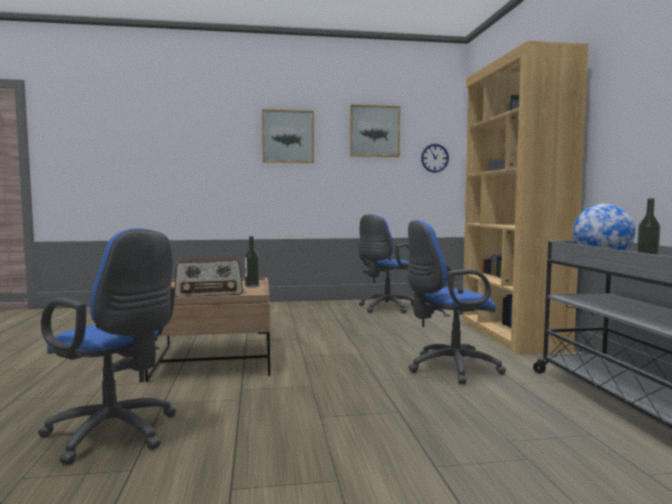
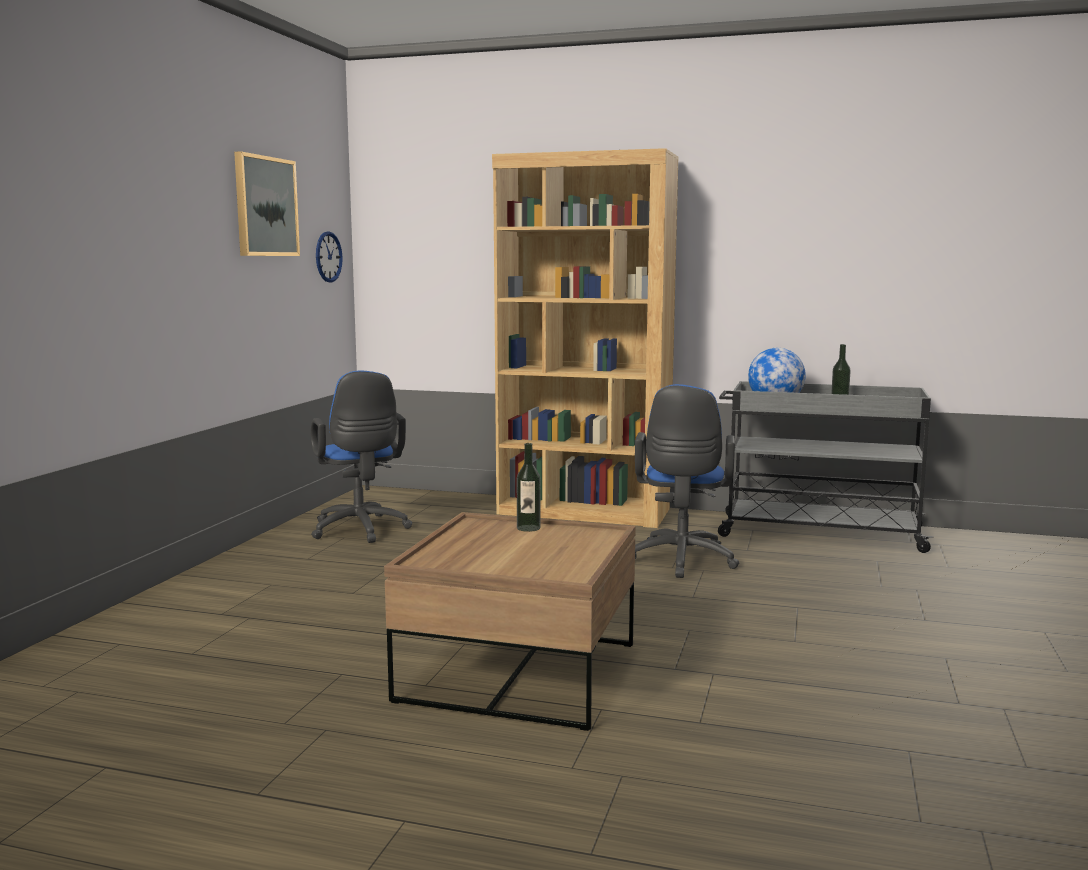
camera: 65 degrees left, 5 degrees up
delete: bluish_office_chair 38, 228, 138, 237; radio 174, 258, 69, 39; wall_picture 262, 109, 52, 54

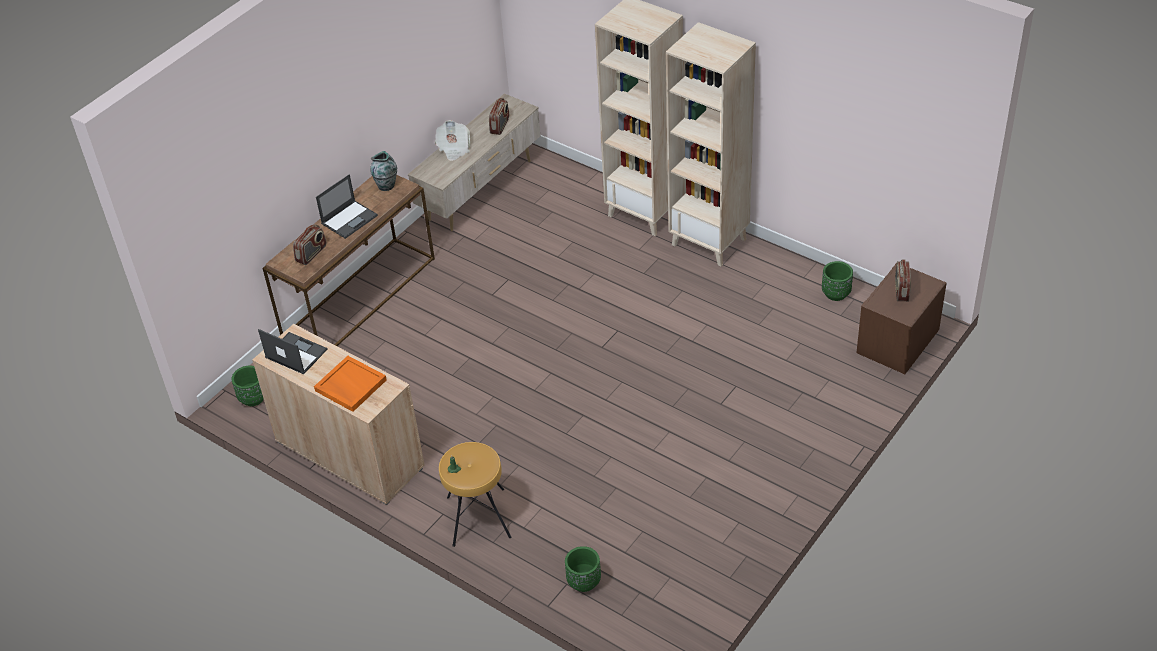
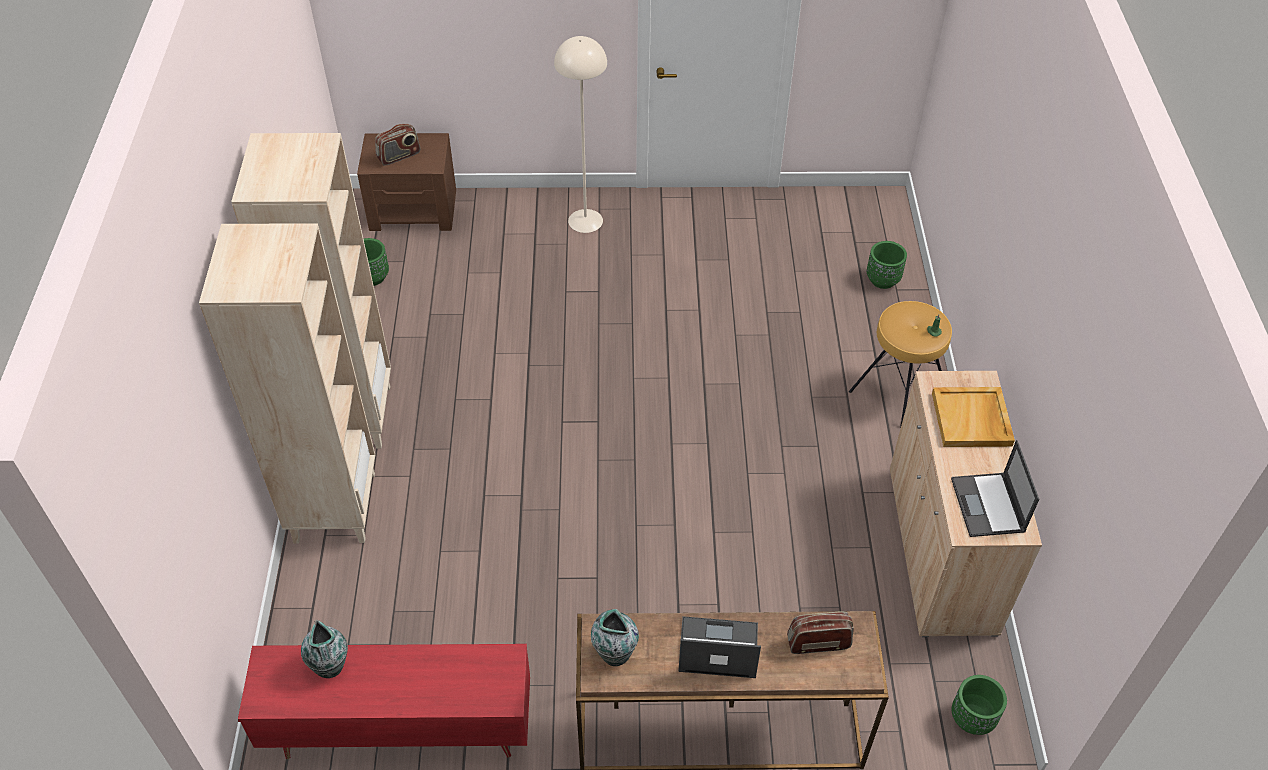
camera: 130 degrees left, 5 degrees up
delete: printed_paper 435, 120, 35, 41
insert: beige_standard_lamp 554, 36, 53, 197
replace: radio 489, 98, 20, 37 to flower_vase 301, 620, 47, 58
recolor: beige_media_console 407, 93, 133, 138 to red-coloured_media_console 238, 644, 292, 115; orange_tray 314, 356, 73, 56 to beige_tray 932, 387, 83, 60

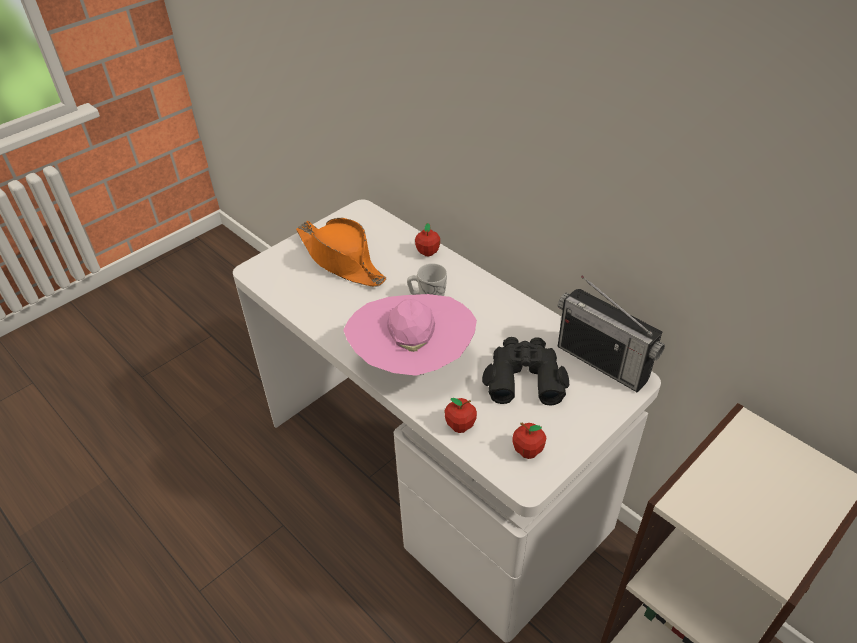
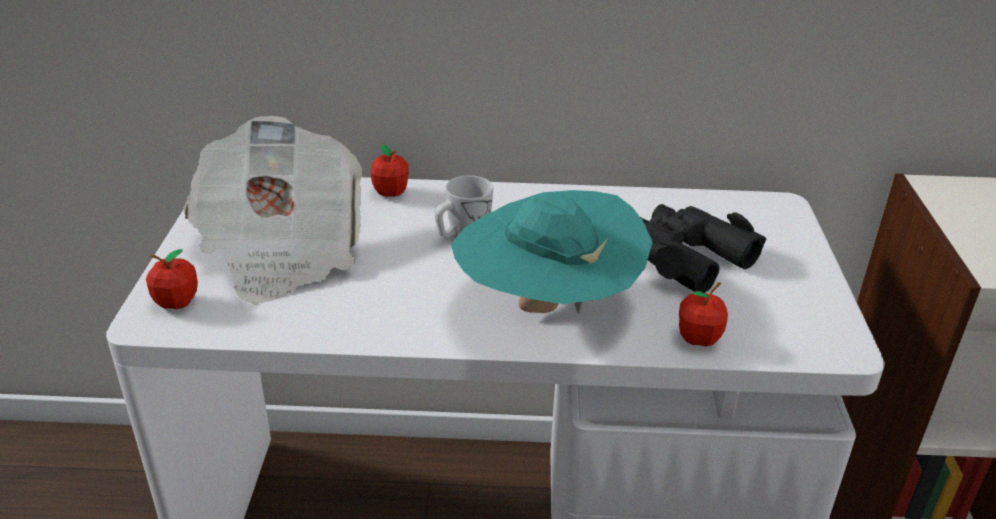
camera: 45 degrees left, 10 degrees down
delete: radio 557, 276, 108, 117
move: whole_apple 512, 423, 34, 36 to 146, 249, 52, 60
replace: orange_wearable_hat 296, 218, 90, 69 to printed_paper 183, 116, 179, 188
recolor: pink_wearable_hat 344, 294, 133, 82 to turquoise_wearable_hat 451, 190, 202, 124

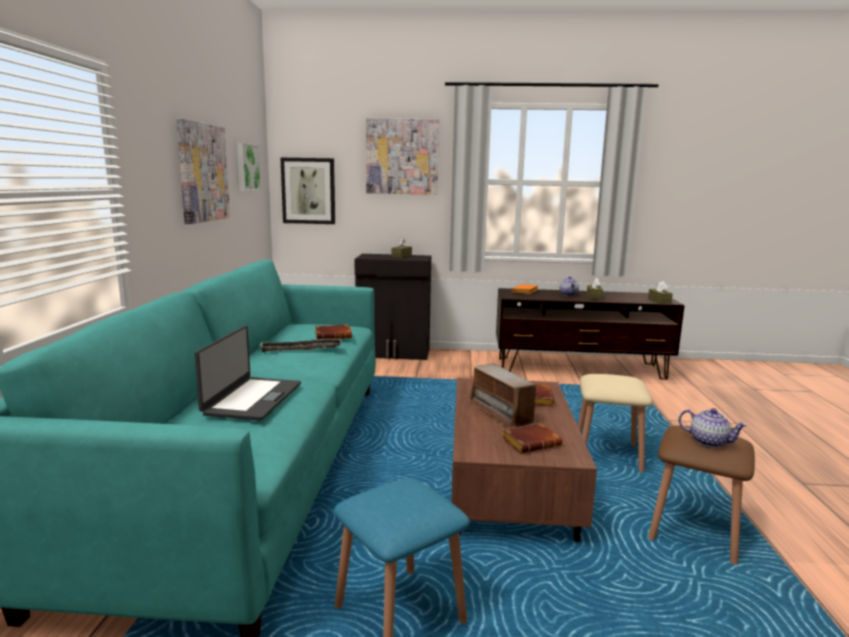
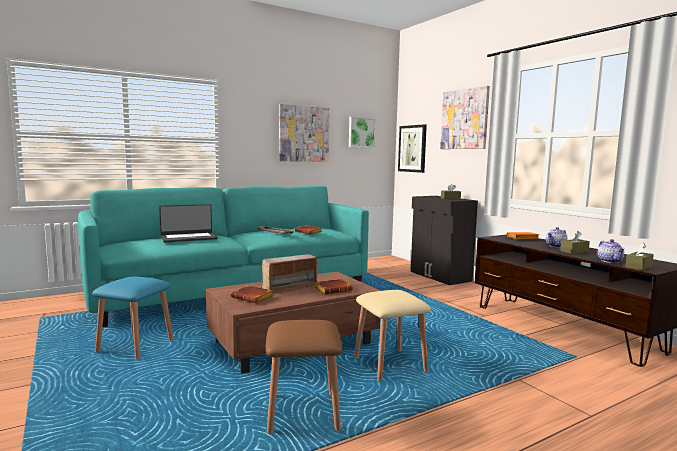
camera: 55 degrees right, 5 degrees down
move: pot_for_tea 679, 408, 68, 39 to 598, 239, 27, 24
rotate: radio 469, 363, 70, 65 = 261, 254, 58, 38 150 degrees counterclockwise

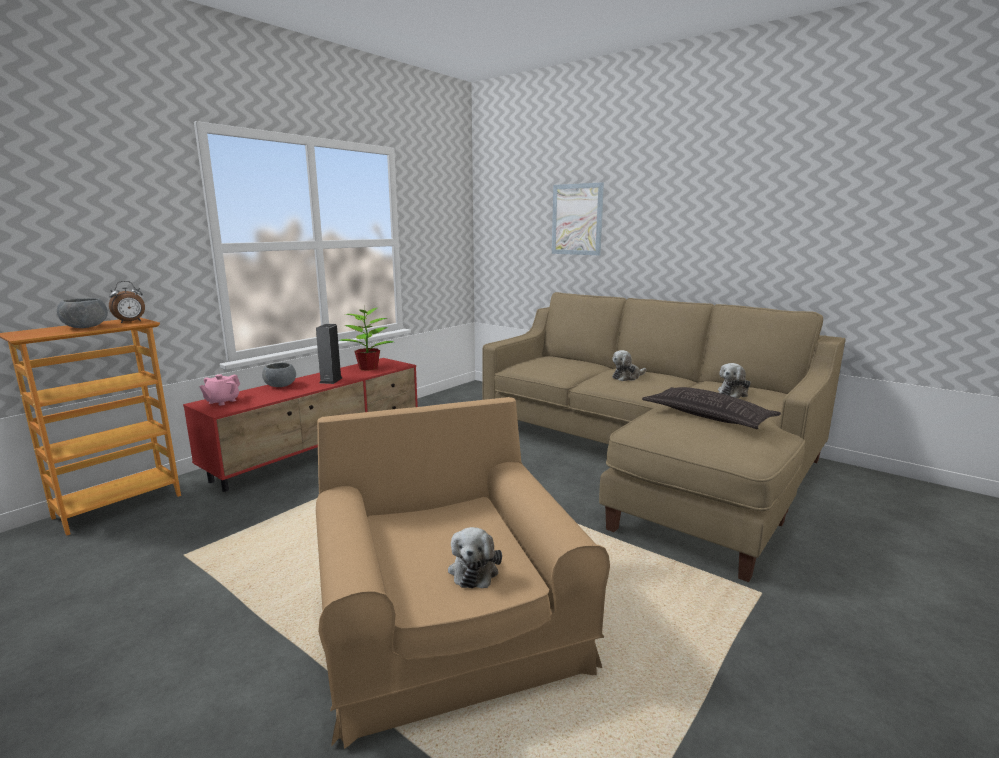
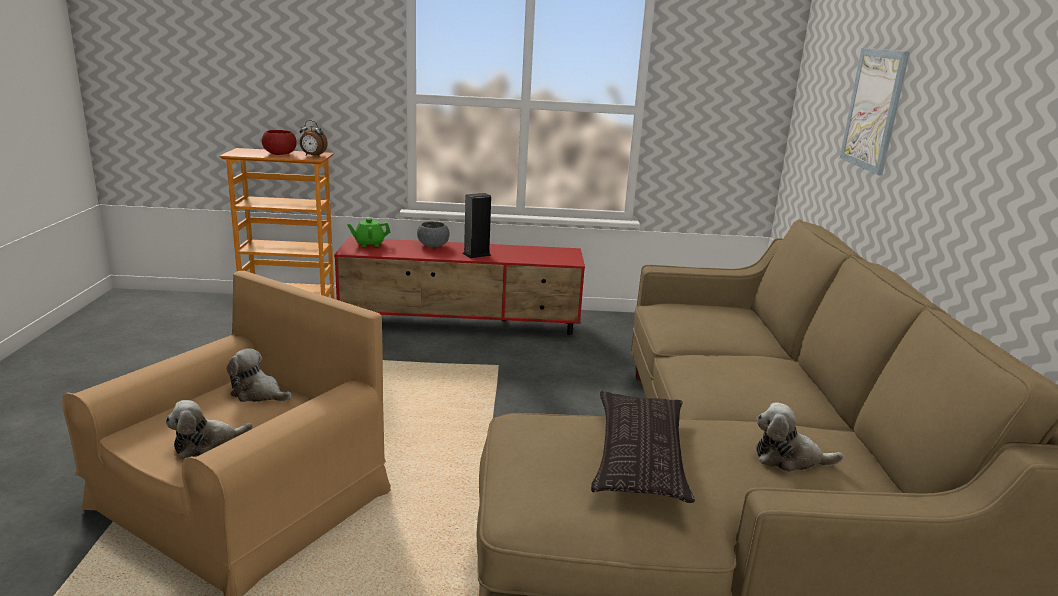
camera: 50 degrees right, 5 degrees up
delete: houseplant 339, 304, 55, 67
move: cuddly_toy 612, 350, 34, 31 to 227, 348, 65, 54
recolor: greyish_deep_dish 57, 298, 51, 30 to red-coloured_deep_dish 262, 130, 35, 25; pink_pot_for_tea 199, 374, 41, 32 to greenish_pot_for_tea 347, 218, 43, 29

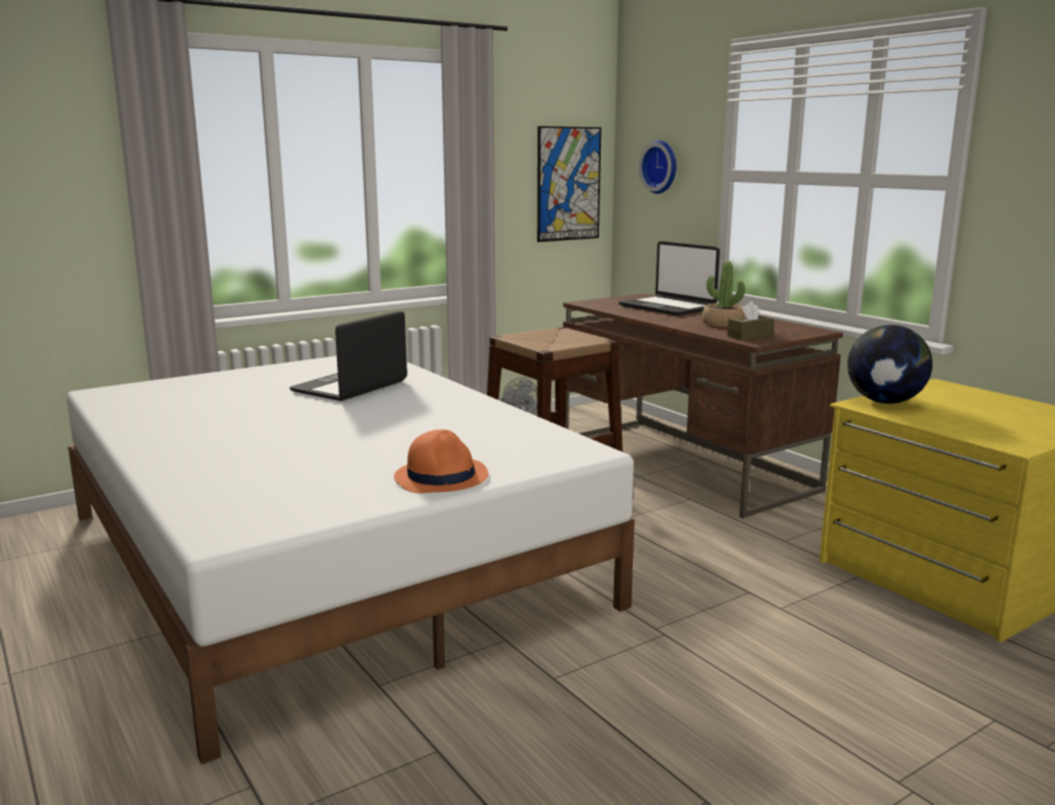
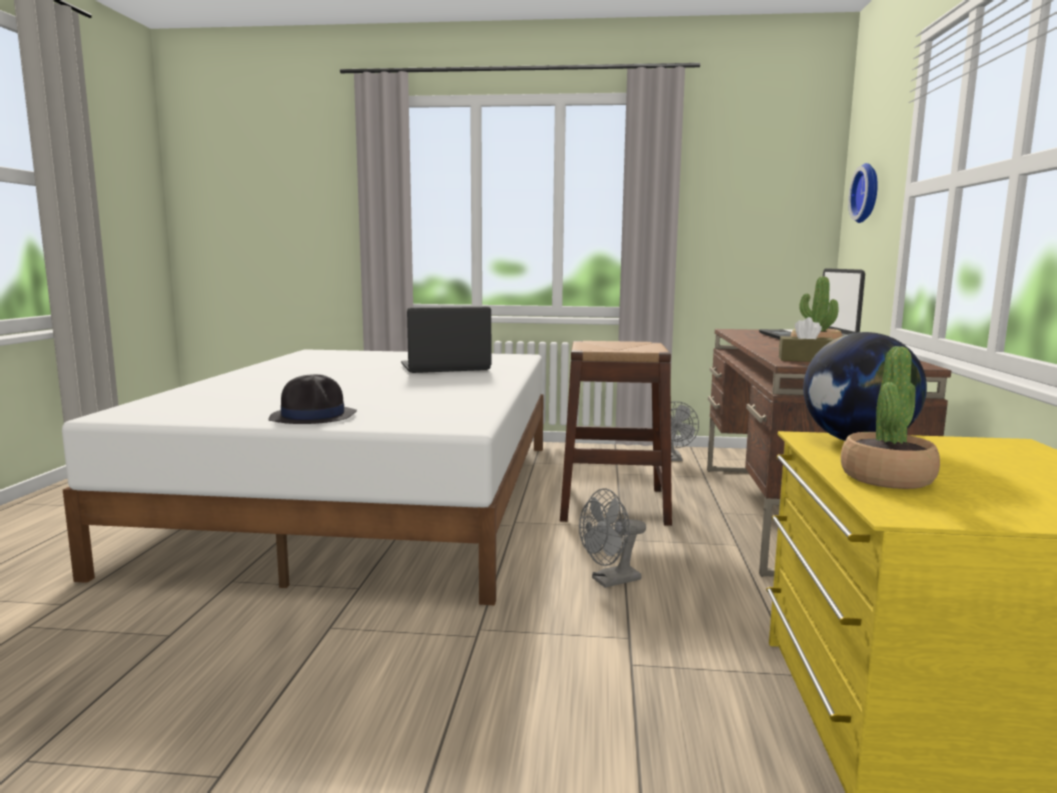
camera: 40 degrees right, 5 degrees down
delete: wall_picture 537, 126, 64, 116
insert: greyish_electric_fan 579, 488, 67, 100; houseplant 841, 346, 99, 143
recolor: orange_wearable_hat 394, 430, 95, 63 to blackish_wearable_hat 268, 374, 89, 50

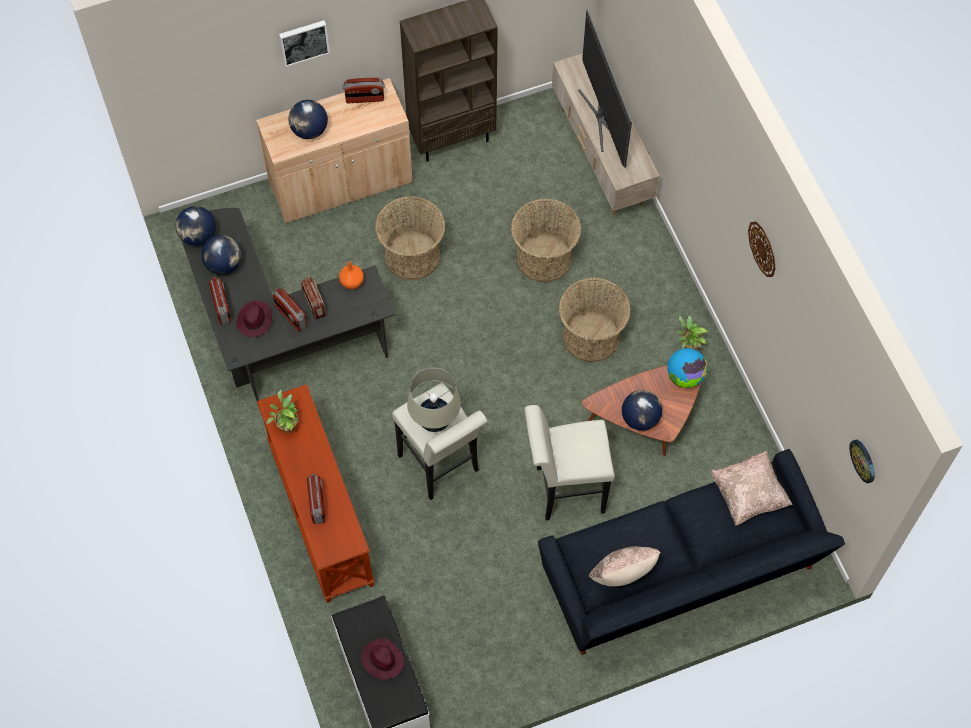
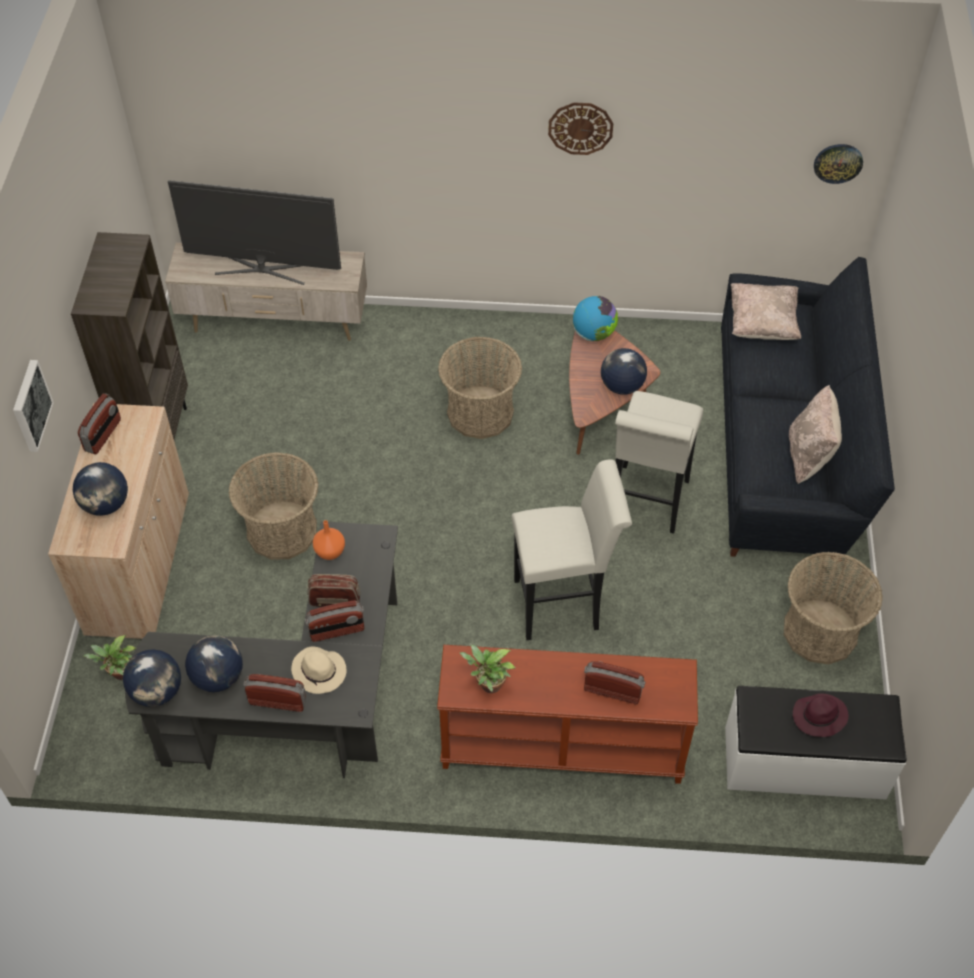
camera: 65 degrees left, 10 degrees down
delete: beige_lamp_for_a_table 407, 367, 54, 65
move: houseplant 677, 315, 32, 35 to 83, 635, 53, 45; basket 511, 198, 70, 85 to 784, 552, 99, 112
recolor: purple_wearable_hat 236, 300, 36, 37 to beige_wearable_hat 291, 646, 55, 48

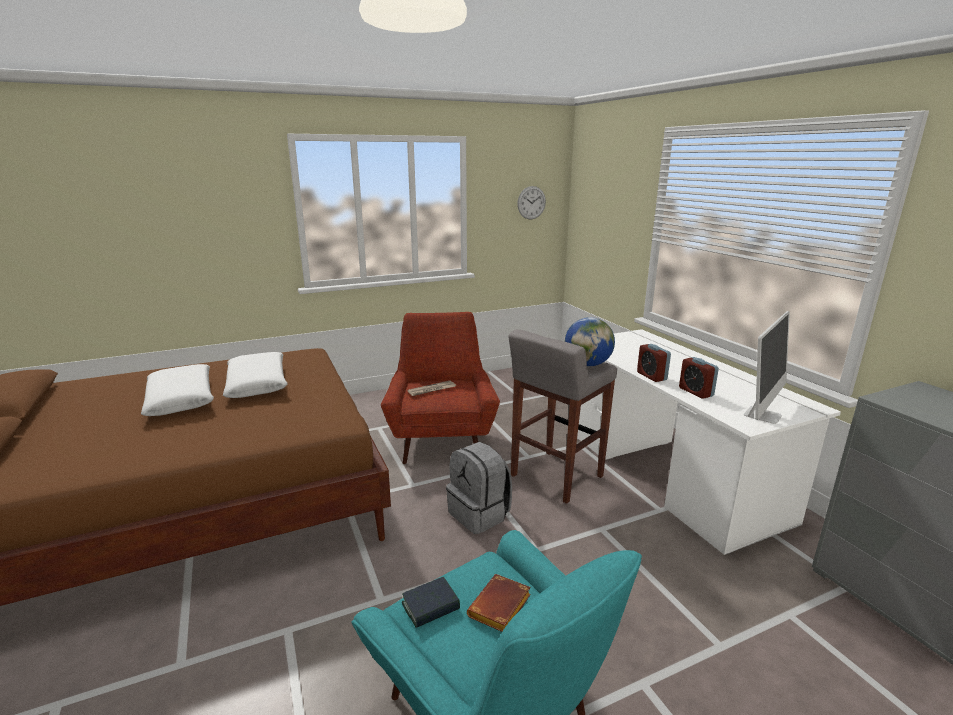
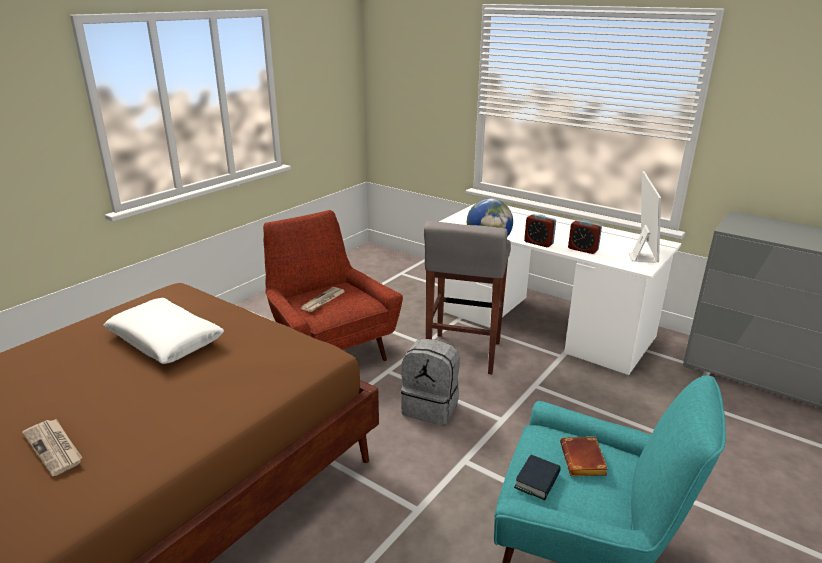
camera: 30 degrees left, 5 degrees up
delete: white-coloured_cushion 141, 364, 73, 52; hanging_clock 517, 186, 29, 33
insert: printed_paper 22, 419, 60, 58

